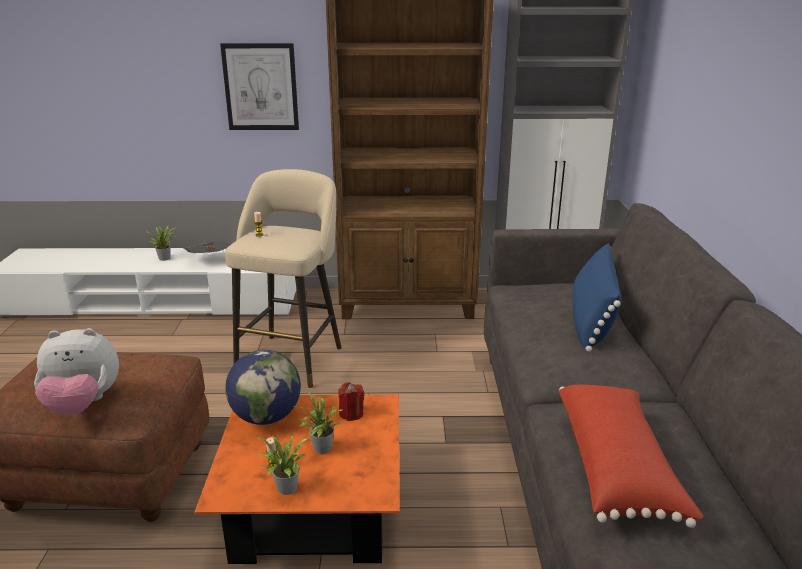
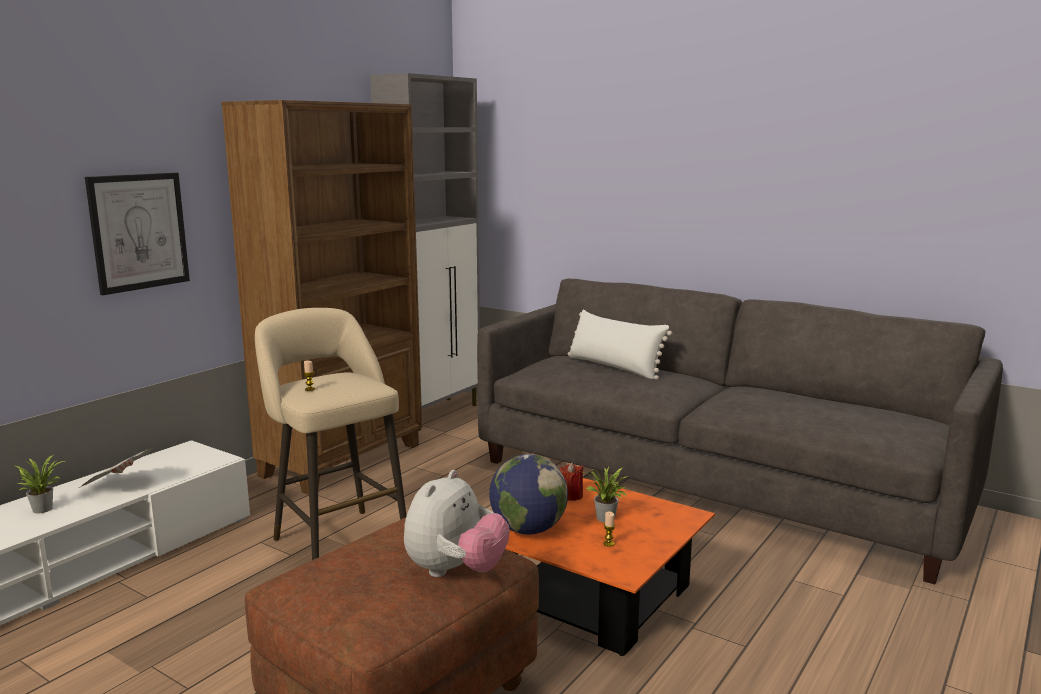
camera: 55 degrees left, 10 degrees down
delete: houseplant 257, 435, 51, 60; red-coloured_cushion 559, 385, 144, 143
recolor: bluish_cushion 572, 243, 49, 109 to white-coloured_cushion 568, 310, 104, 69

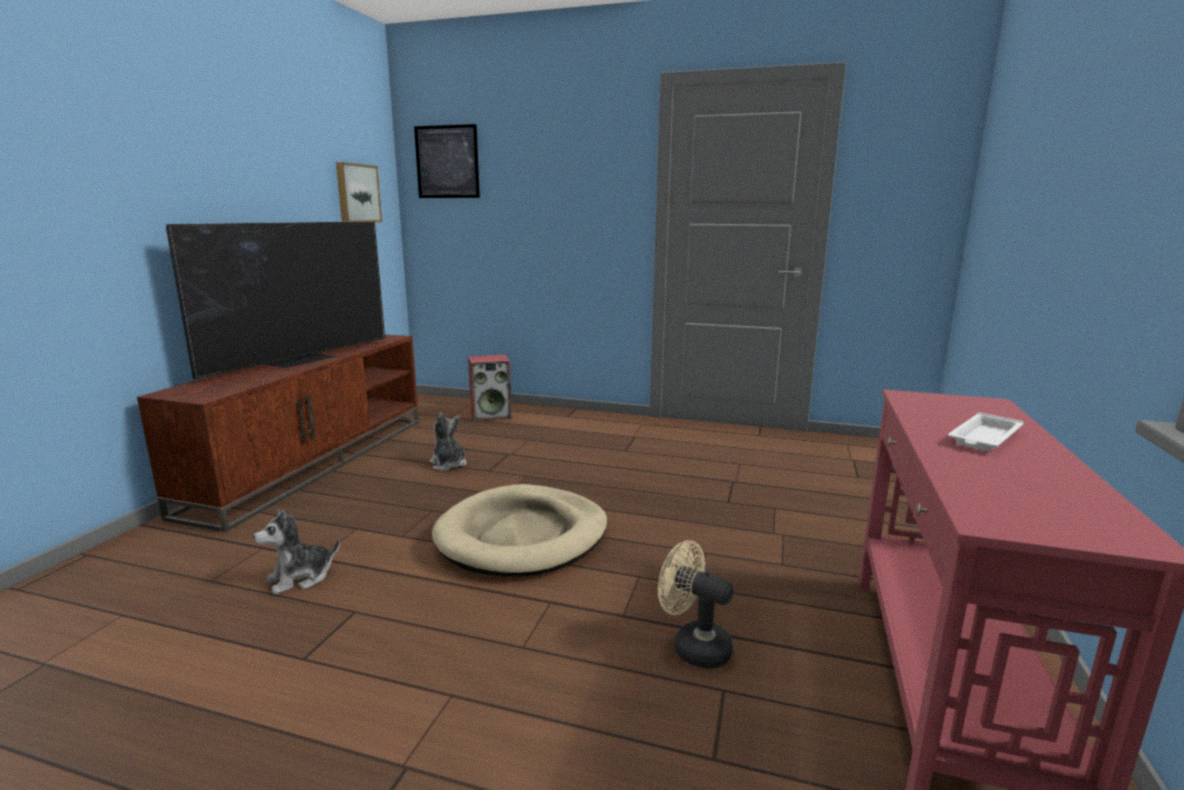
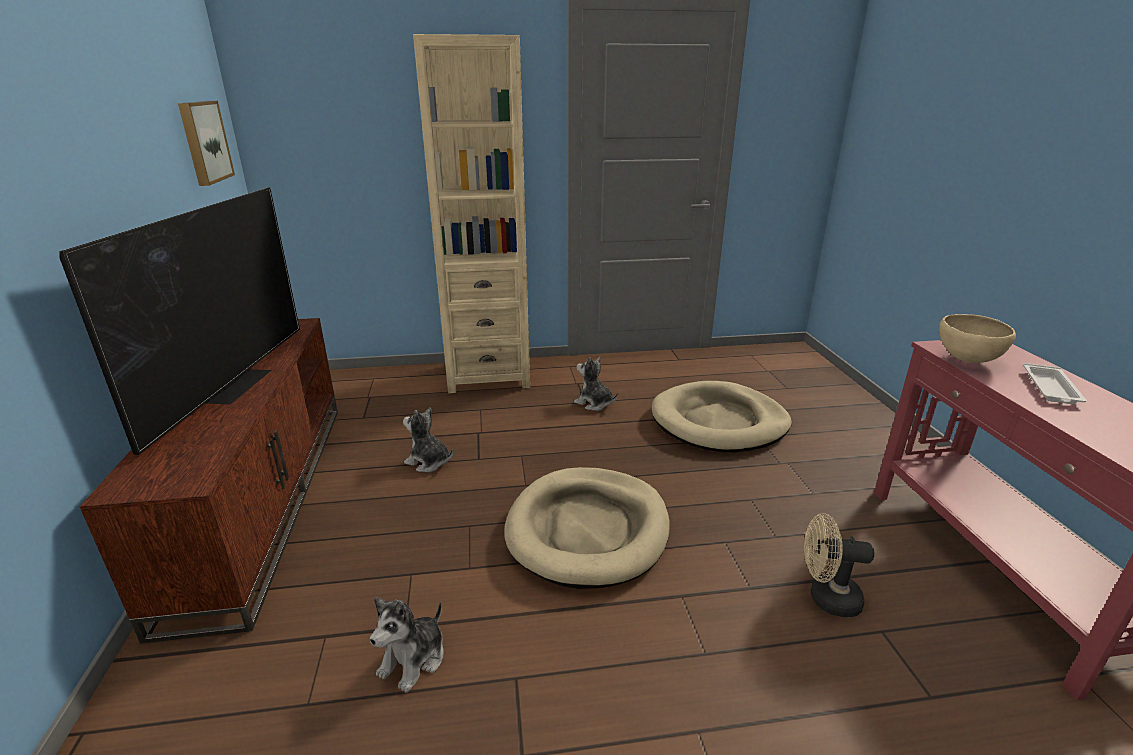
camera: 25 degrees left, 10 degrees up
delete: wall_picture 414, 124, 66, 74; speaker 468, 355, 44, 67
insert: beige_bookcase 413, 34, 117, 359; cuddly_toy 574, 357, 44, 54; beige_pet_bed 652, 381, 140, 71; beige_deep_dish 939, 314, 77, 49

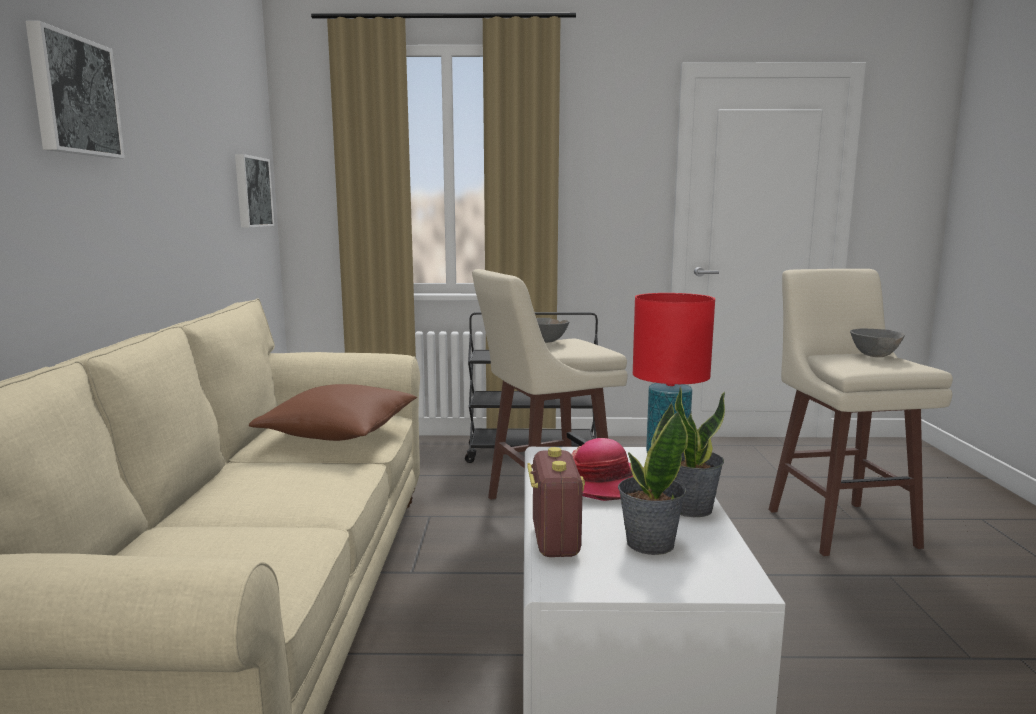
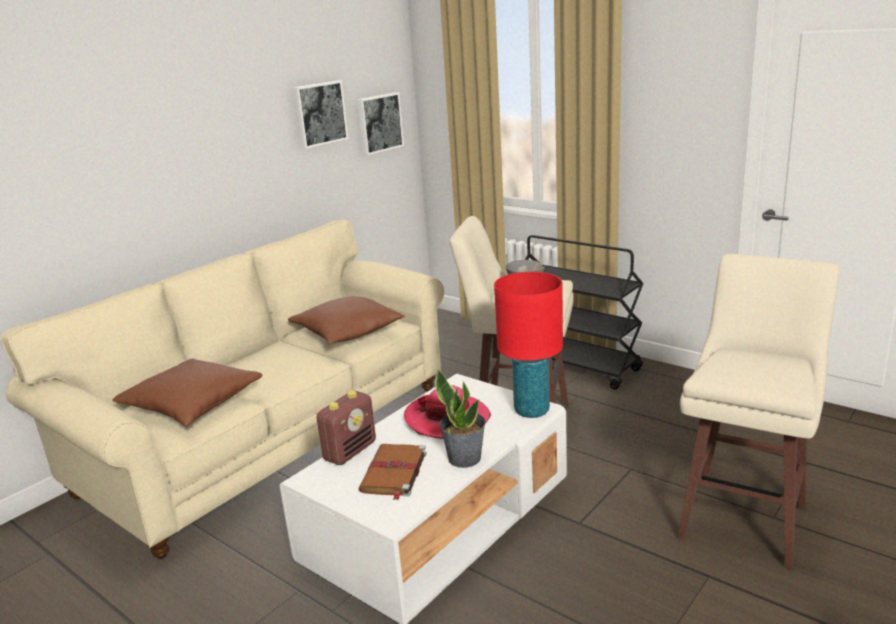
camera: 40 degrees right, 10 degrees up
delete: greyish_deep_dish 850, 329, 55, 28
insert: brownish_cushion 112, 359, 151, 68
move: wall_picture 25, 21, 100, 138 to 293, 81, 55, 68
replace: houseplant 618, 403, 70, 152 to brownish_bound_book 358, 444, 69, 56

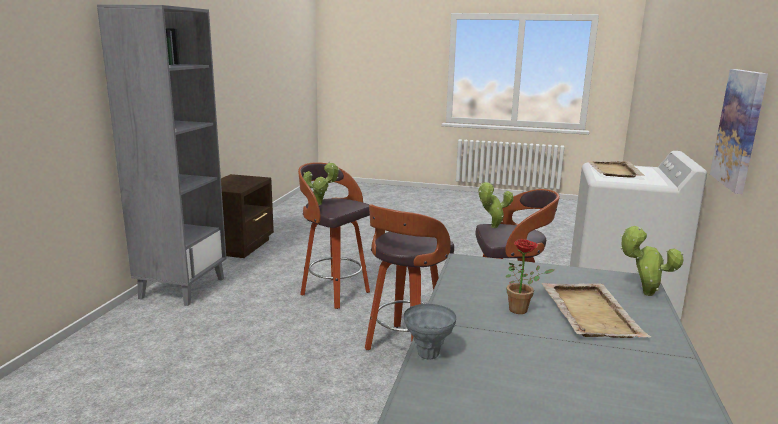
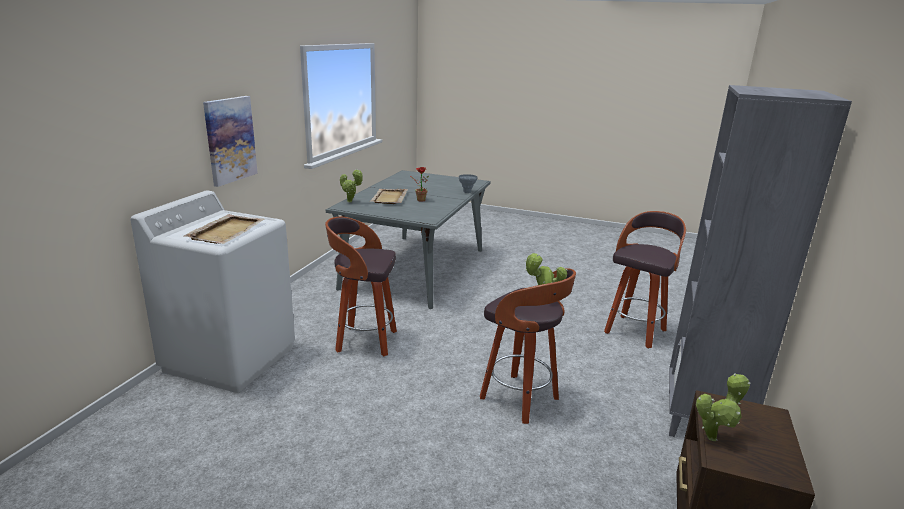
camera: 175 degrees left, 5 degrees up
move: sitting_stool 365, 204, 89, 146 to 604, 211, 82, 137; houseplant 478, 182, 36, 46 to 696, 373, 55, 68

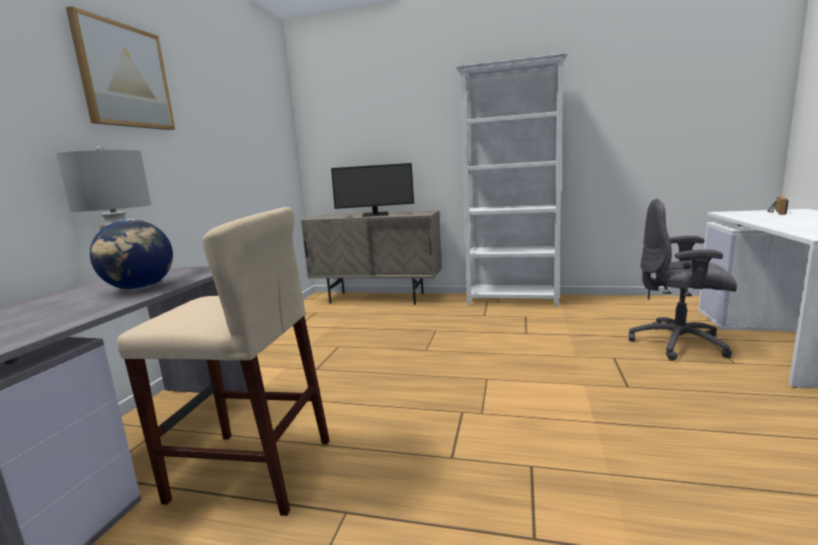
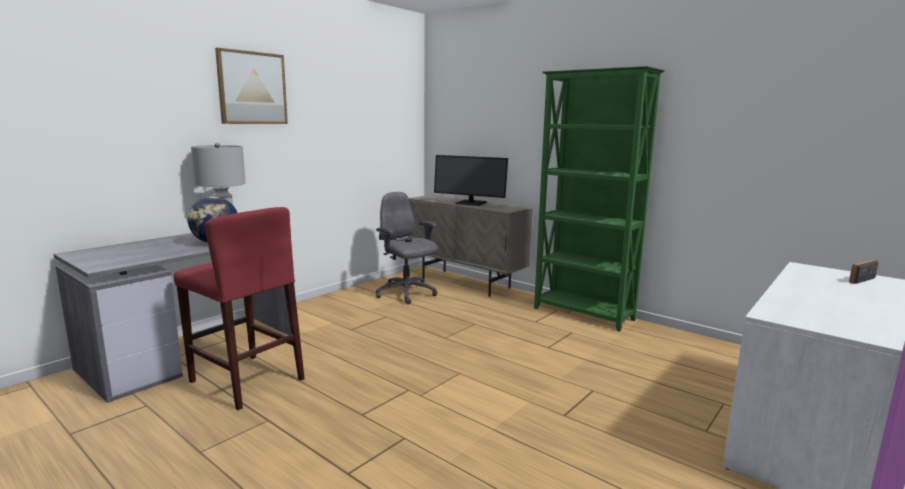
camera: 25 degrees right, 0 degrees up
move: greyish_office_chair 629, 198, 108, 163 to 376, 192, 62, 112
recolor: beige_sitting_stool 117, 207, 213, 309 to red-coloured_sitting_stool 174, 207, 131, 203; white-coloured_bookcase 455, 53, 113, 254 to greenish_bookcase 534, 66, 131, 266

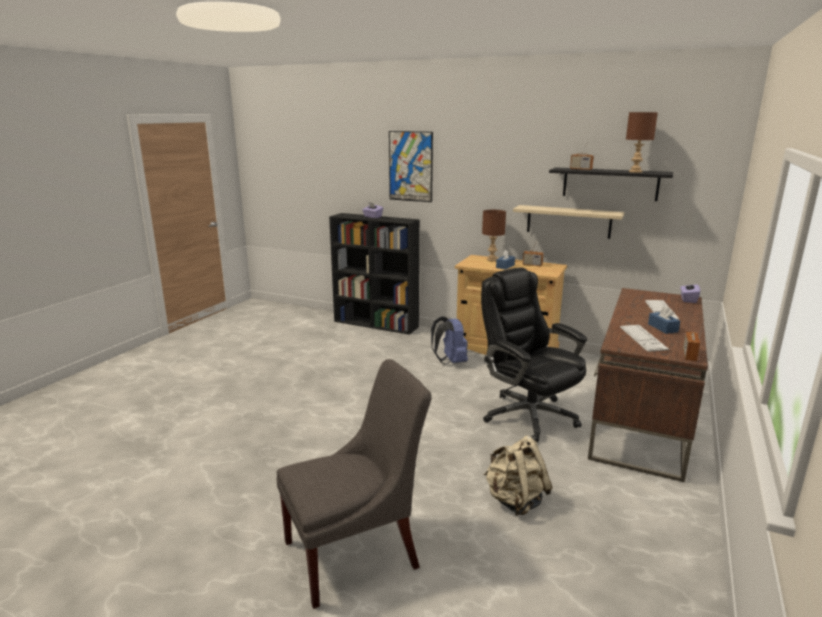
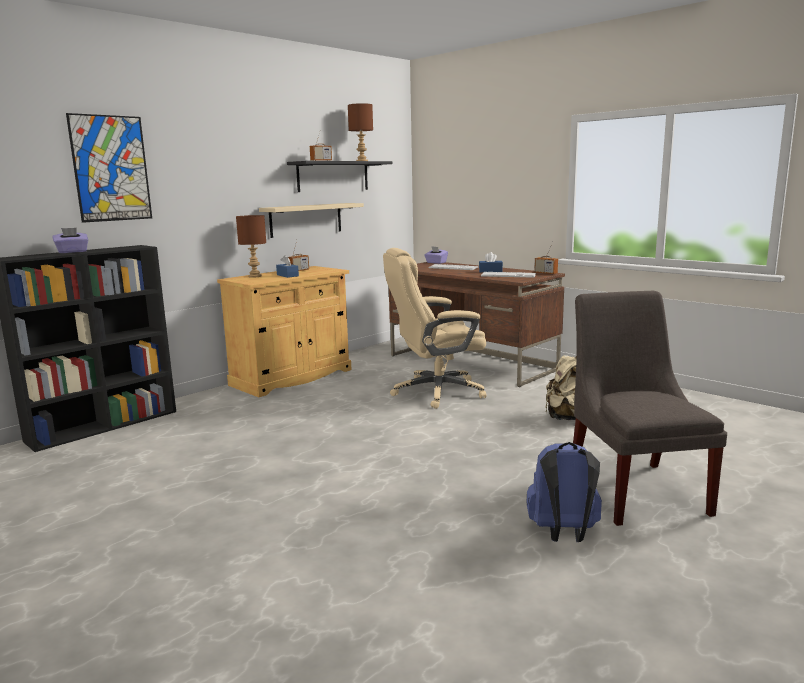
camera: 70 degrees left, 5 degrees down
move: bluish_backpack 431, 316, 37, 49 to 527, 442, 75, 100
recolor: blackish_office_chair 481, 267, 106, 176 to beige_office_chair 383, 248, 104, 161

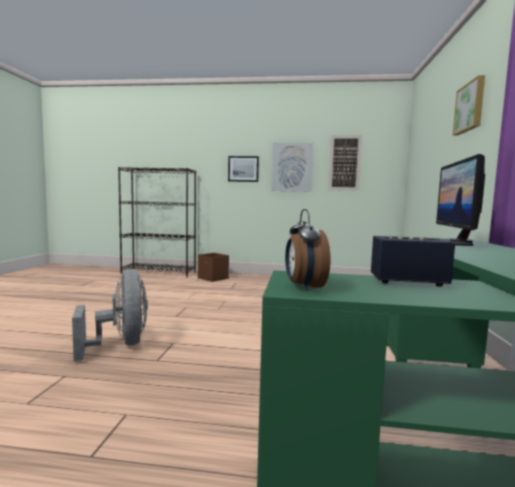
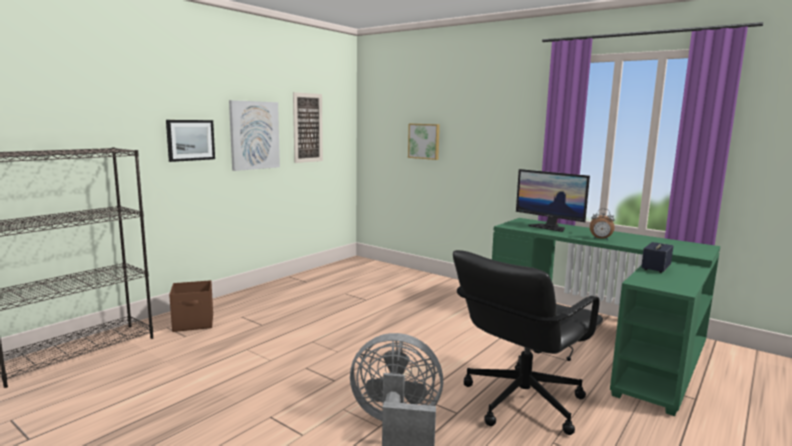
camera: 60 degrees left, 5 degrees up
insert: blackish_office_chair 453, 250, 150, 185
move: wall_picture 453, 75, 32, 60 to 408, 124, 32, 36; alarm_clock 285, 209, 45, 82 to 590, 209, 25, 31

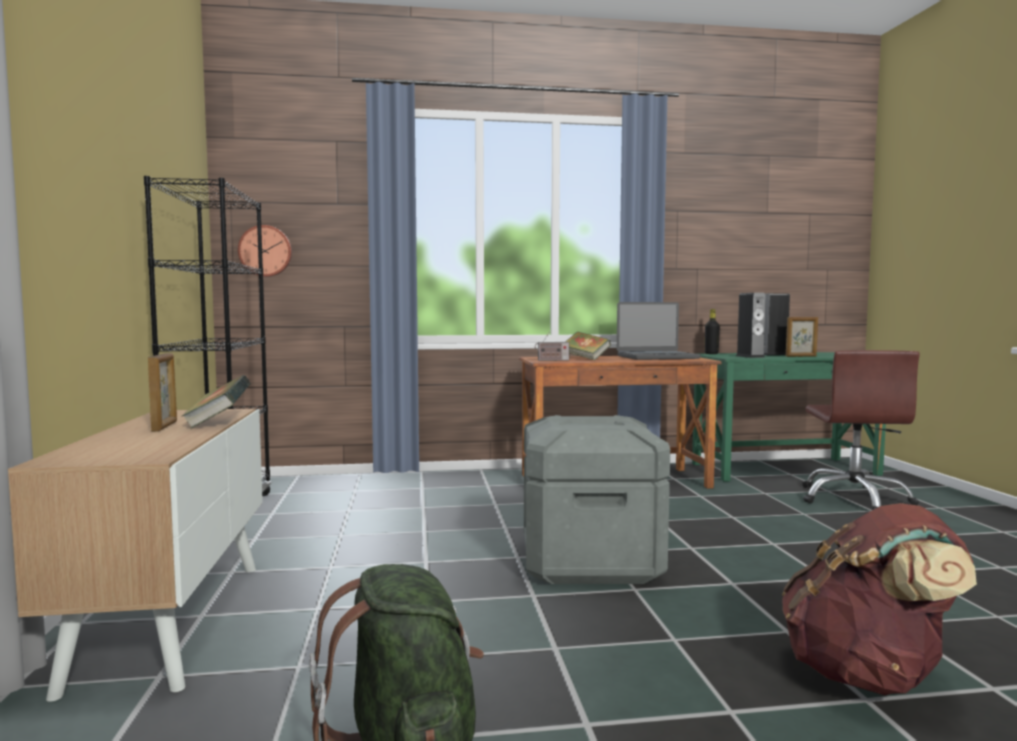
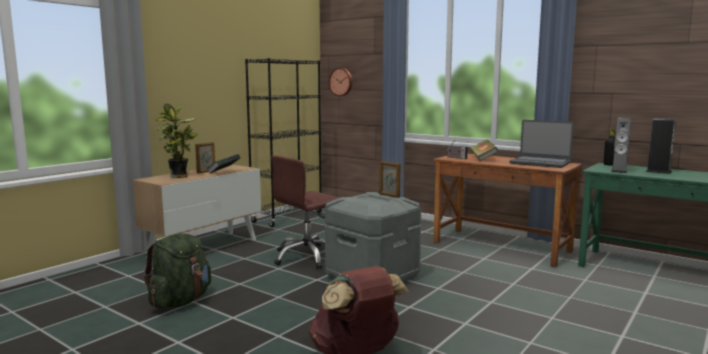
camera: 45 degrees right, 5 degrees up
insert: houseplant 155, 104, 43, 74
move: brownish_office_chair 802, 350, 118, 160 to 271, 155, 68, 114; standing_frame 786, 317, 32, 40 to 379, 161, 22, 37

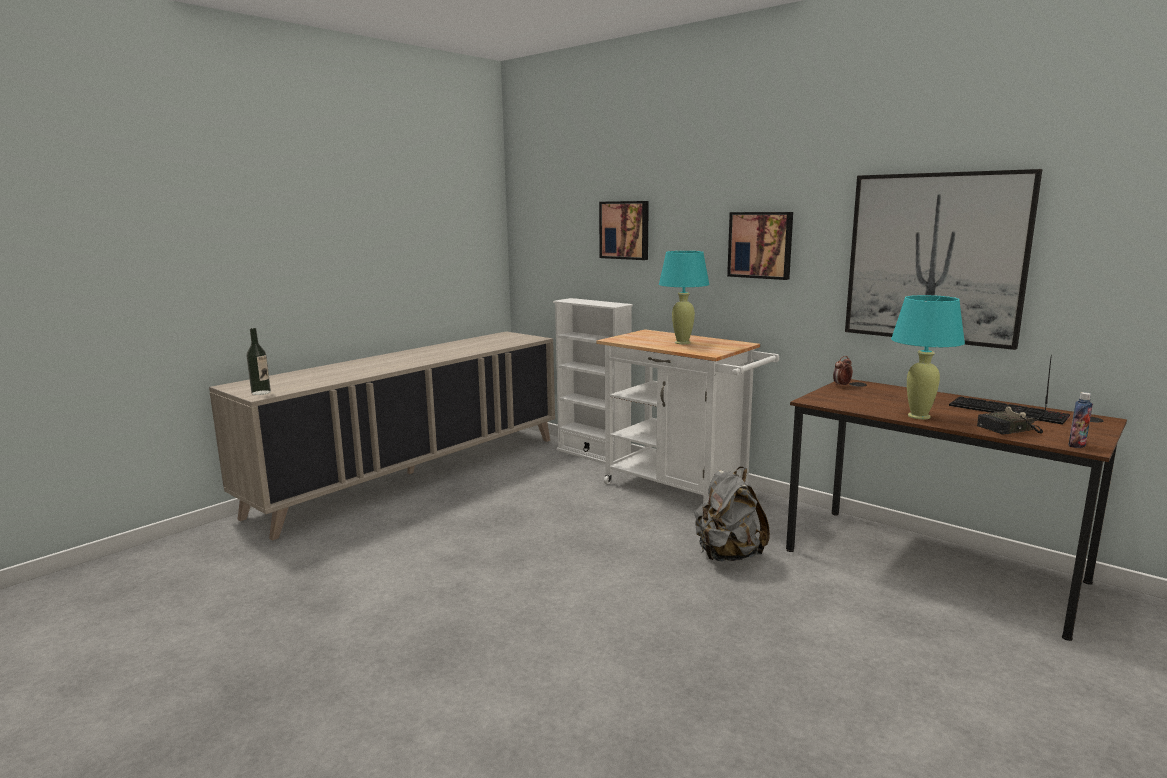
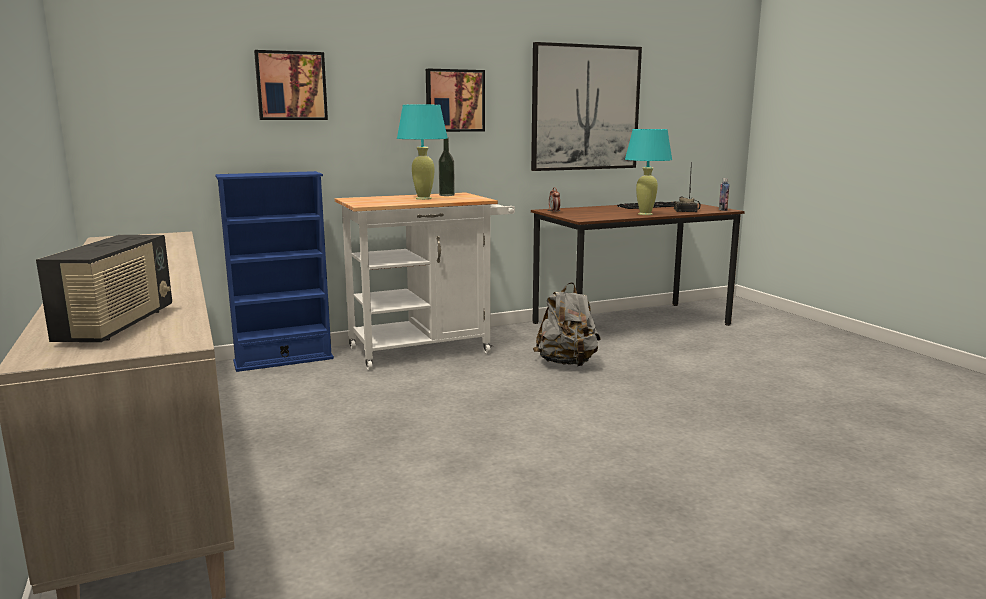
camera: 65 degrees left, 0 degrees up
insert: radio 36, 235, 136, 107
move: beverage_bottle 246, 328, 25, 67 to 439, 138, 16, 58
recolor: white-coloured_bookcase 553, 298, 80, 166 to bluish_bookcase 215, 171, 119, 201

